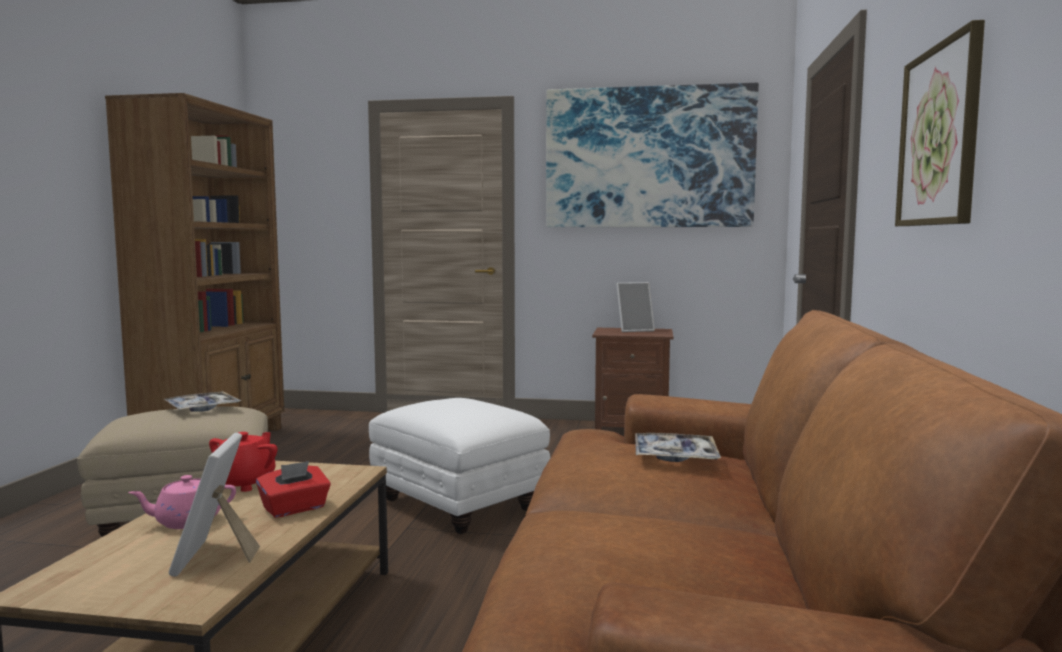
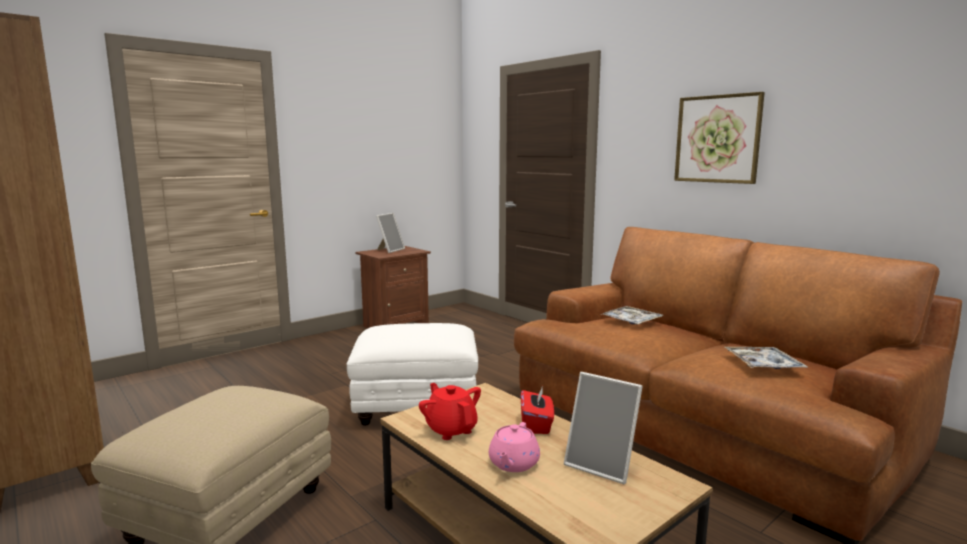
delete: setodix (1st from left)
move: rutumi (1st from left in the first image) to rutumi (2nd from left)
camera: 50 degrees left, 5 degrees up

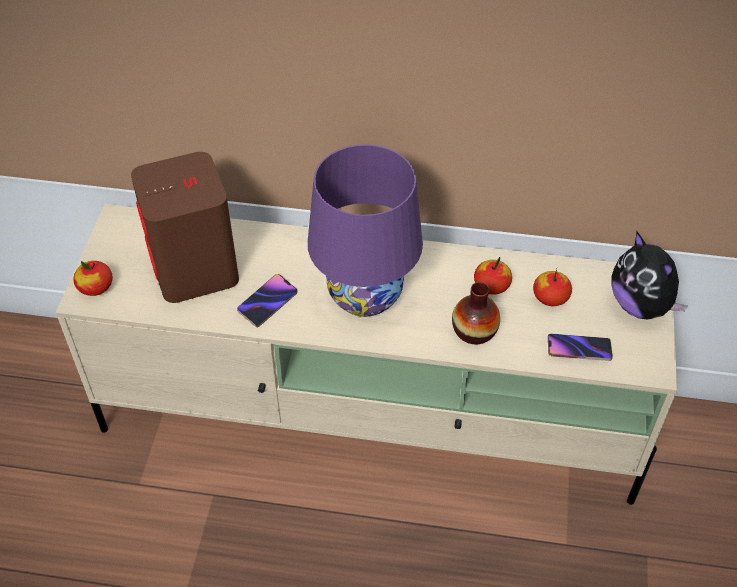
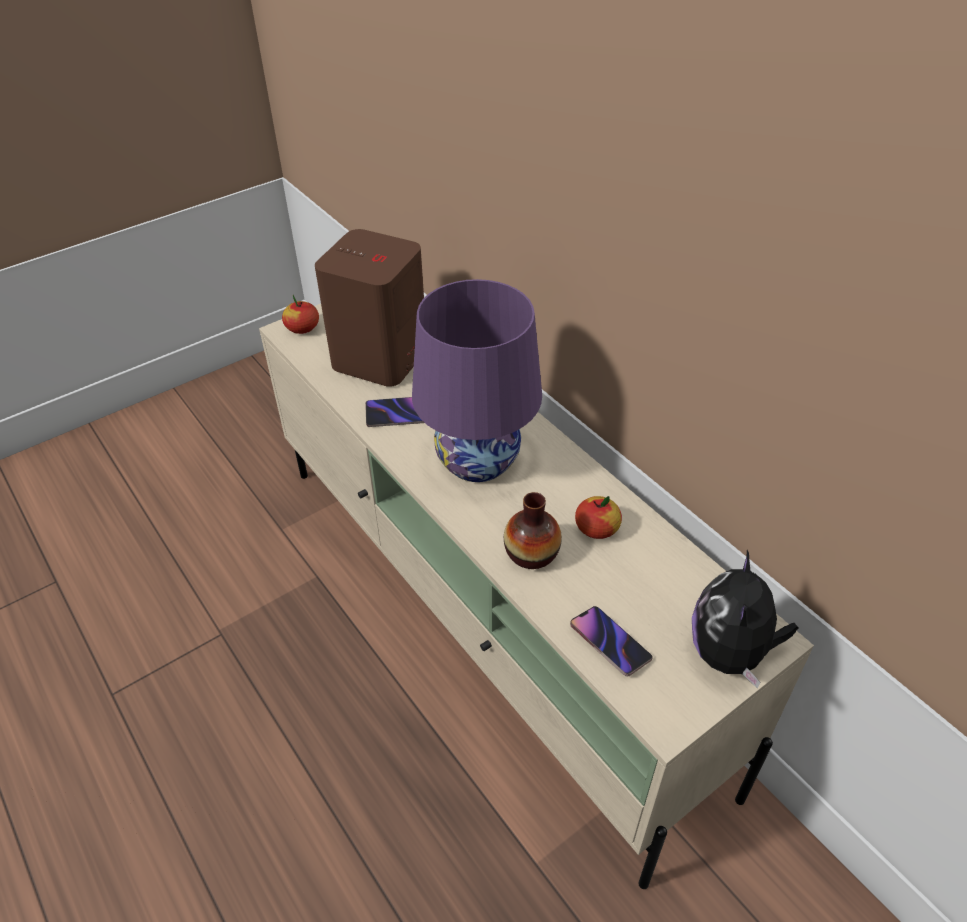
delete: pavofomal (3rd from left)
camera: 45 degrees right, 5 degrees down

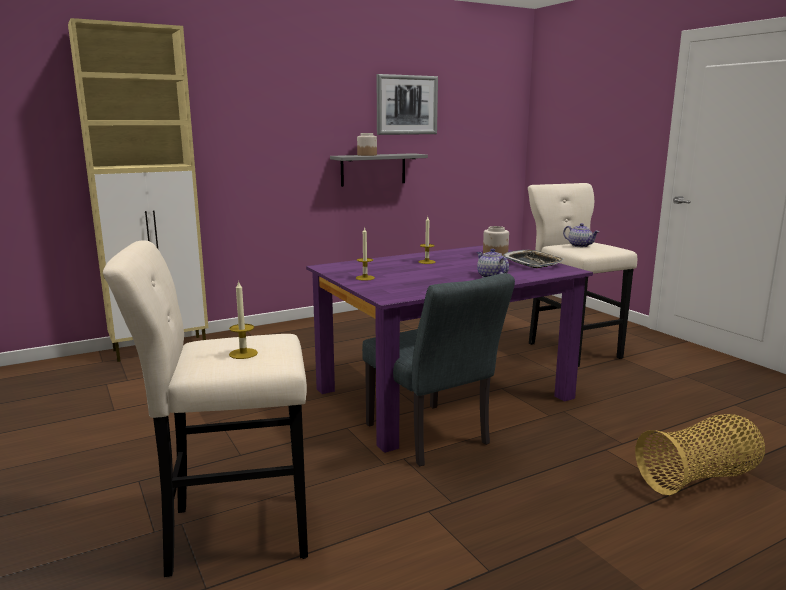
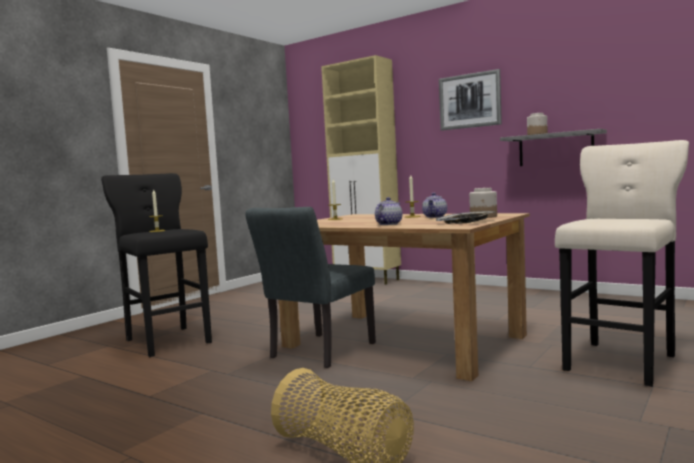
move: setodix; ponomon (2nd from left)
recolor: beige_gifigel (1st from left) to black_gifigel; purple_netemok to brown_netemok
camera: 65 degrees right, 10 degrees down

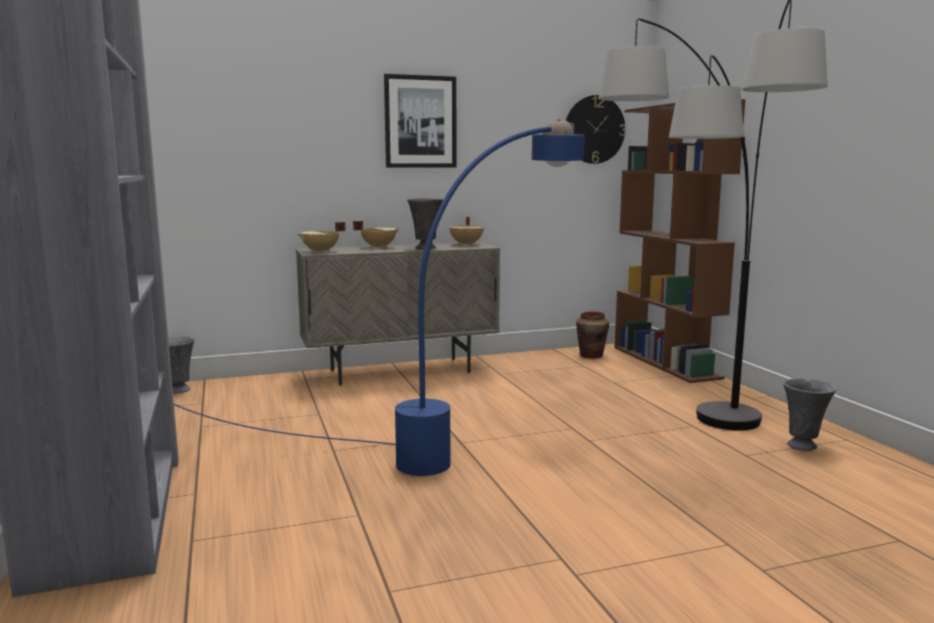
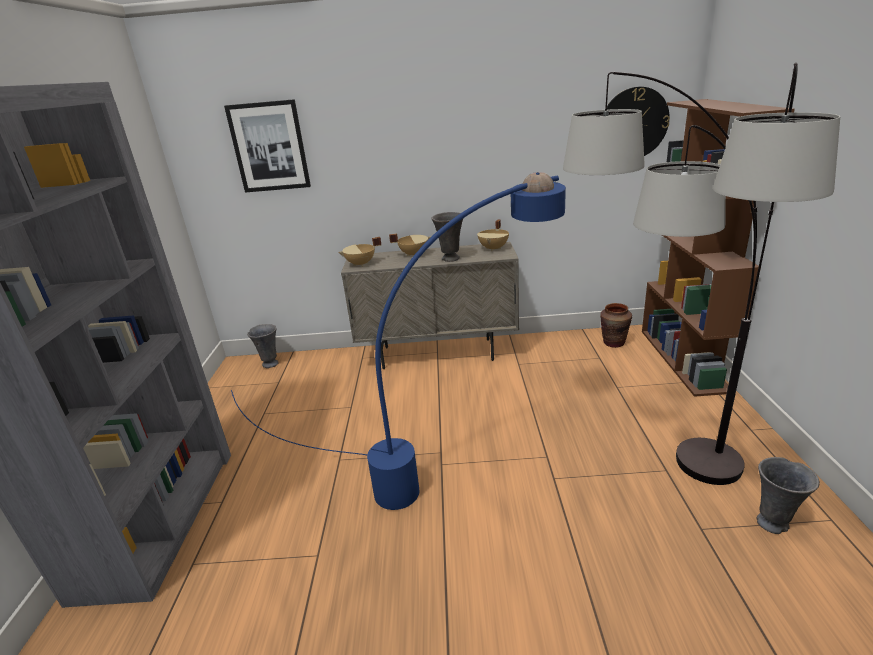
move: setodix
camera: 20 degrees right, 15 degrees up

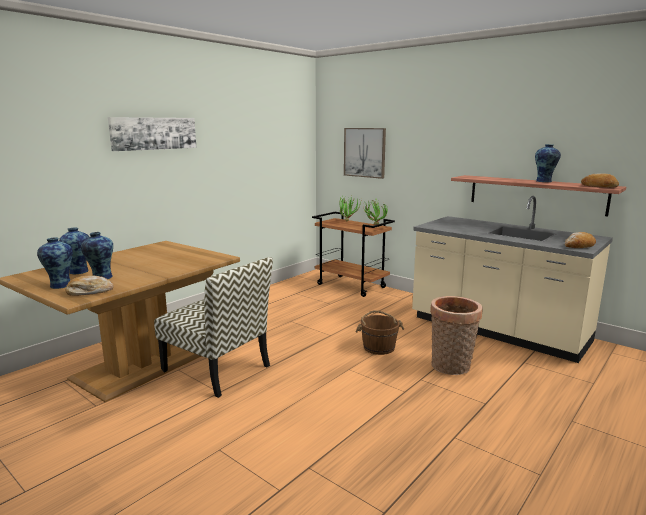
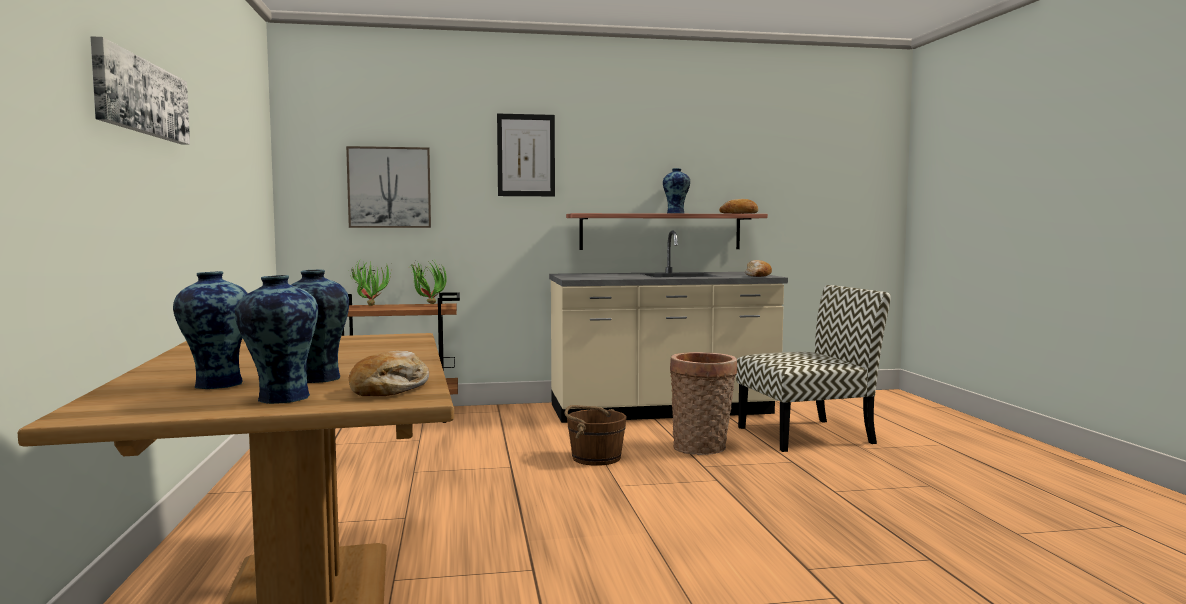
insert: setodix (3rd from left)
move: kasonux
camera: 50 degrees left, 10 degrees down

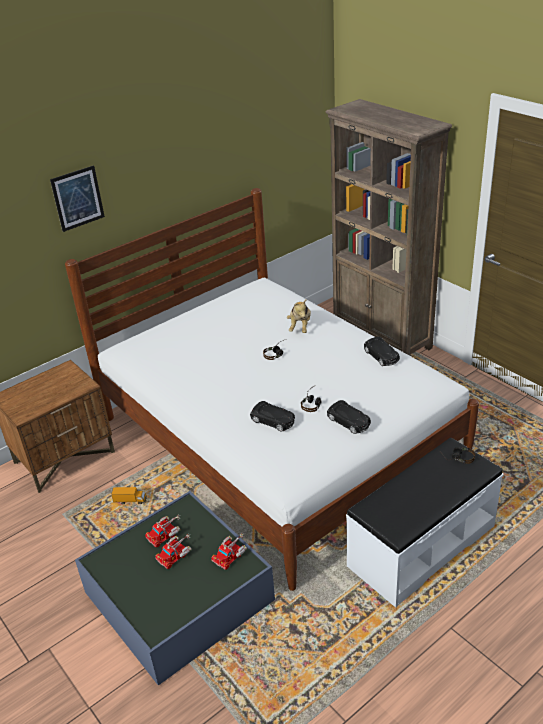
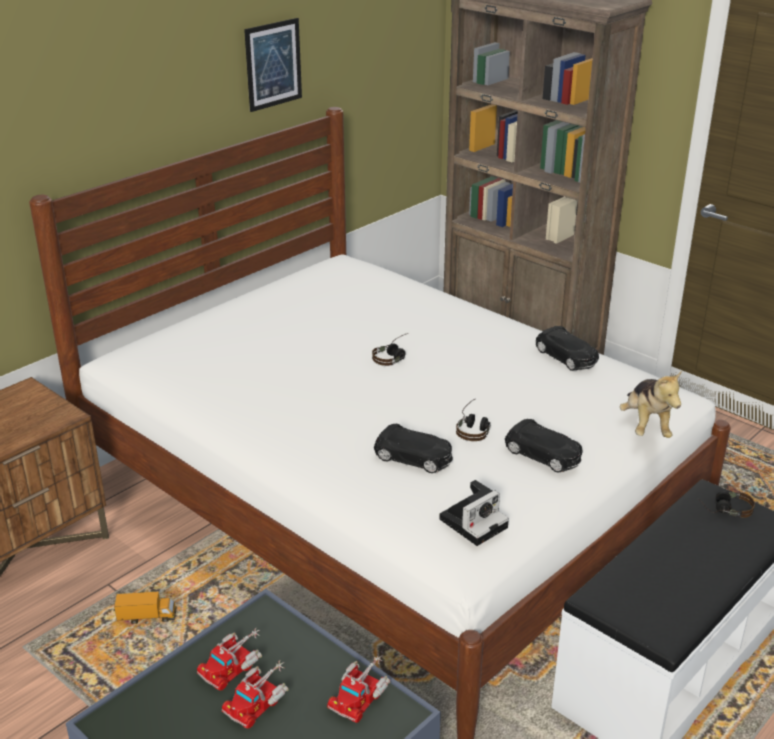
insert: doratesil
move: setodix; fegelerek
camera: 10 degrees left, 5 degrees down

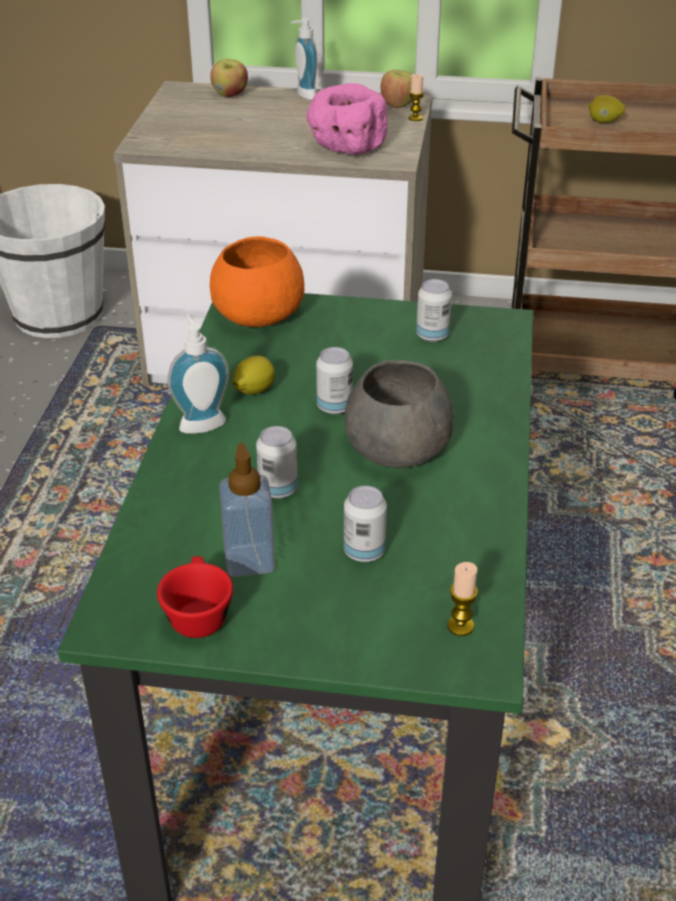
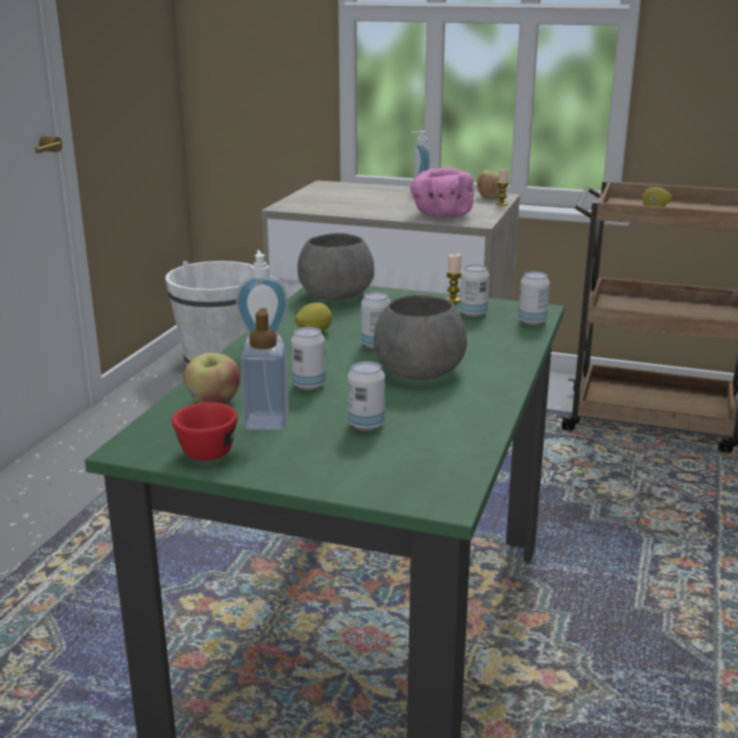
insert: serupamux (5th from left)
move: pavofomal (1st from left); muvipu (2nd from left in the first image) to muvipu (1st from left)
recolor: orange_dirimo to grey_dirimo (1st from left)
camera: 10 degrees right, 15 degrees down

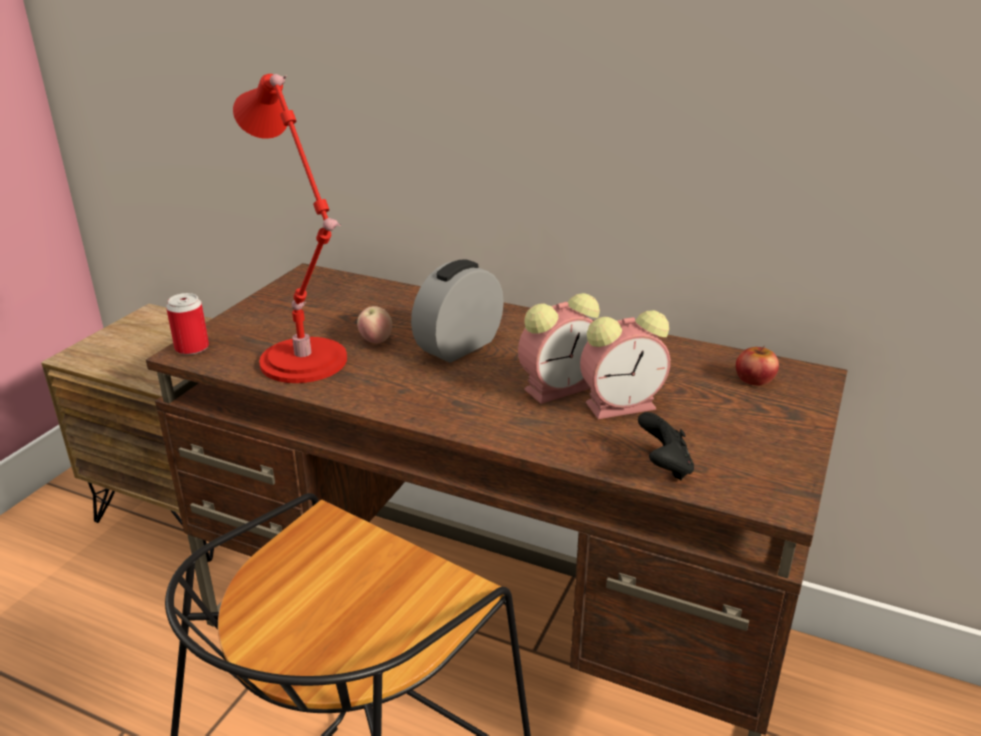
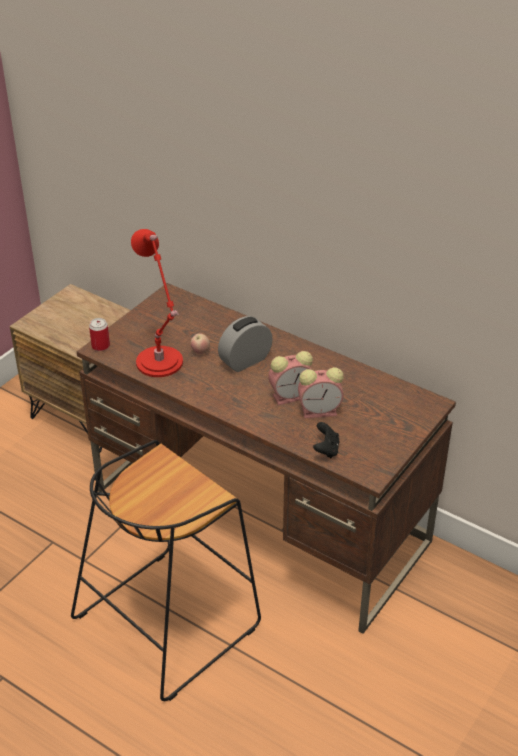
delete: pavofomal (2nd from left)
camera: 10 degrees right, 10 degrees up

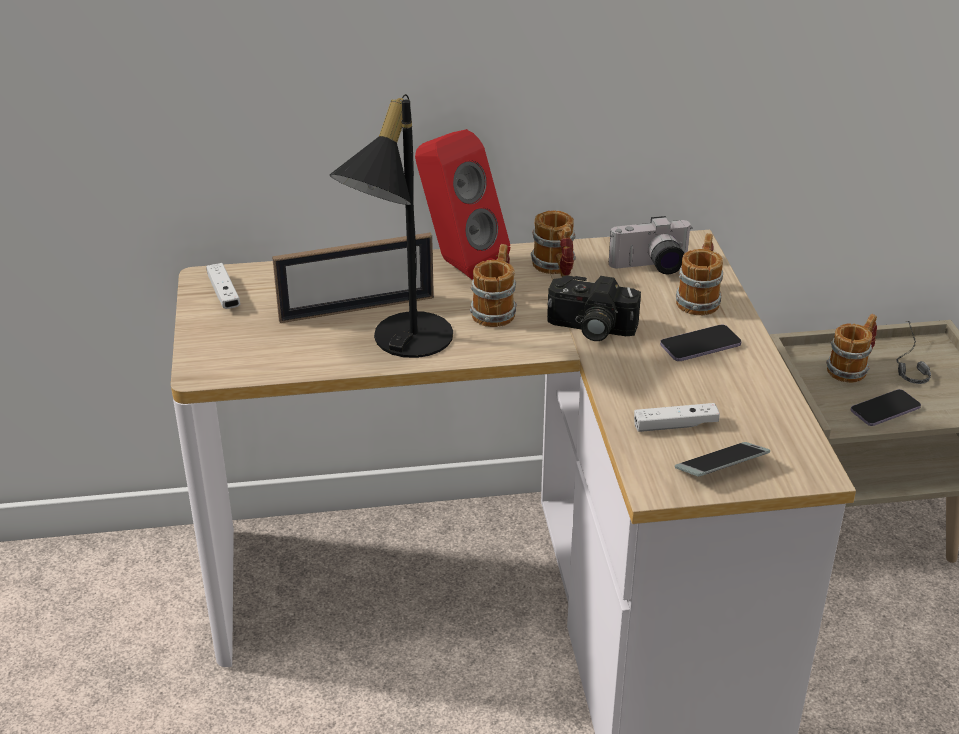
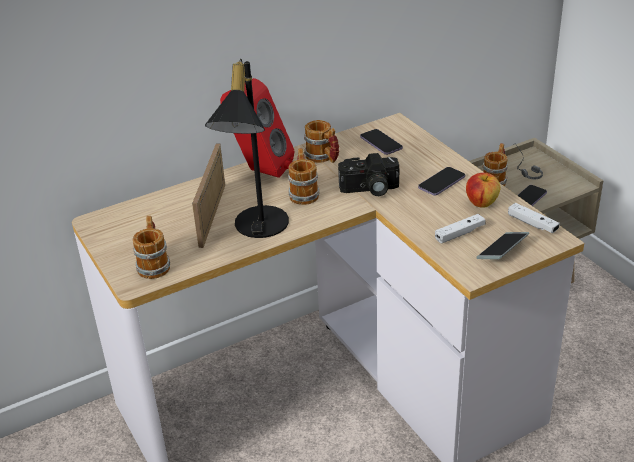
insert: pavofomal
move: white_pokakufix (1st from left in the first image) to white_pokakufix (2nd from left); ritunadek (3rd from left in the first image) to ritunadek (1st from left)
replace: doratesil (2nd from left) to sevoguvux (1st from left)
rotate: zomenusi 135 degrees clockwise
camera: 20 degrees left, 0 degrees up

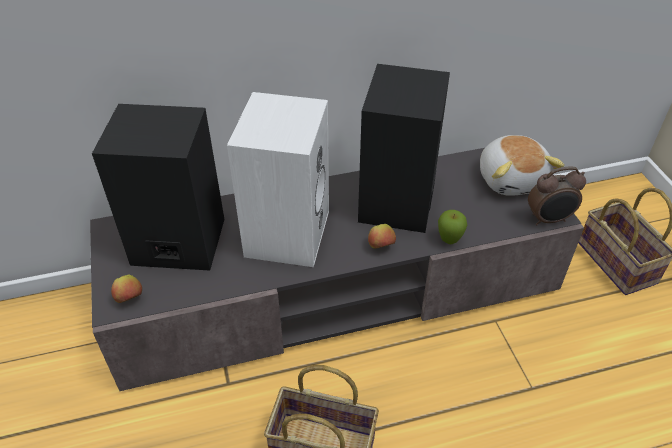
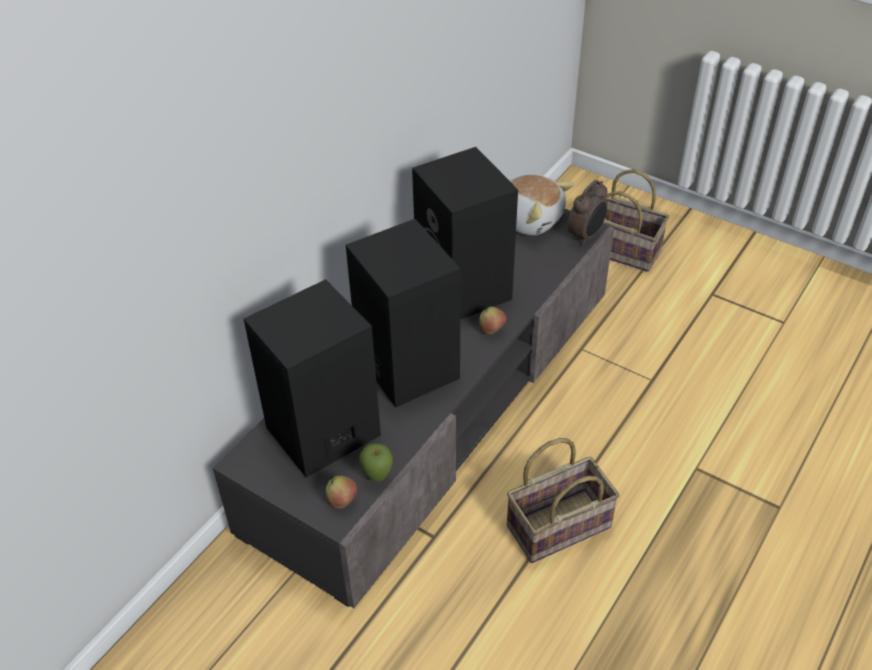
move: pavofomal (3rd from left in the first image) to pavofomal (2nd from left)
recolor: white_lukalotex to black_lukalotex (2nd from left)
camera: 40 degrees left, 0 degrees up

